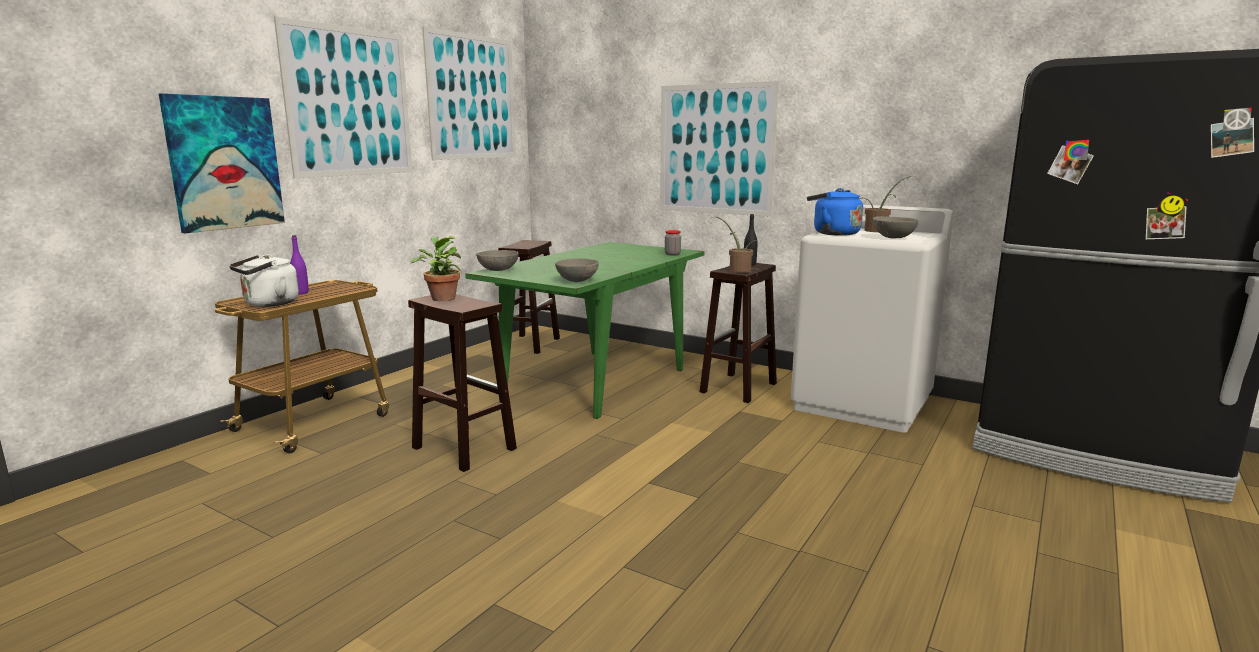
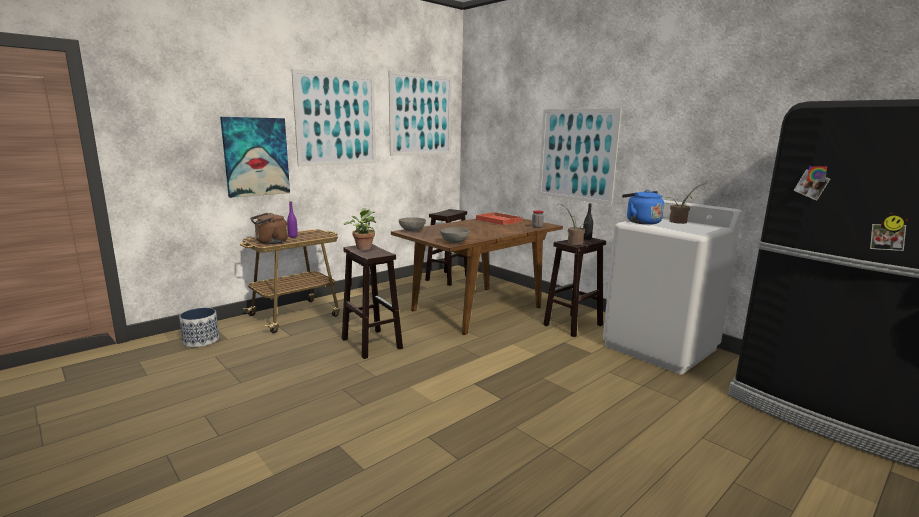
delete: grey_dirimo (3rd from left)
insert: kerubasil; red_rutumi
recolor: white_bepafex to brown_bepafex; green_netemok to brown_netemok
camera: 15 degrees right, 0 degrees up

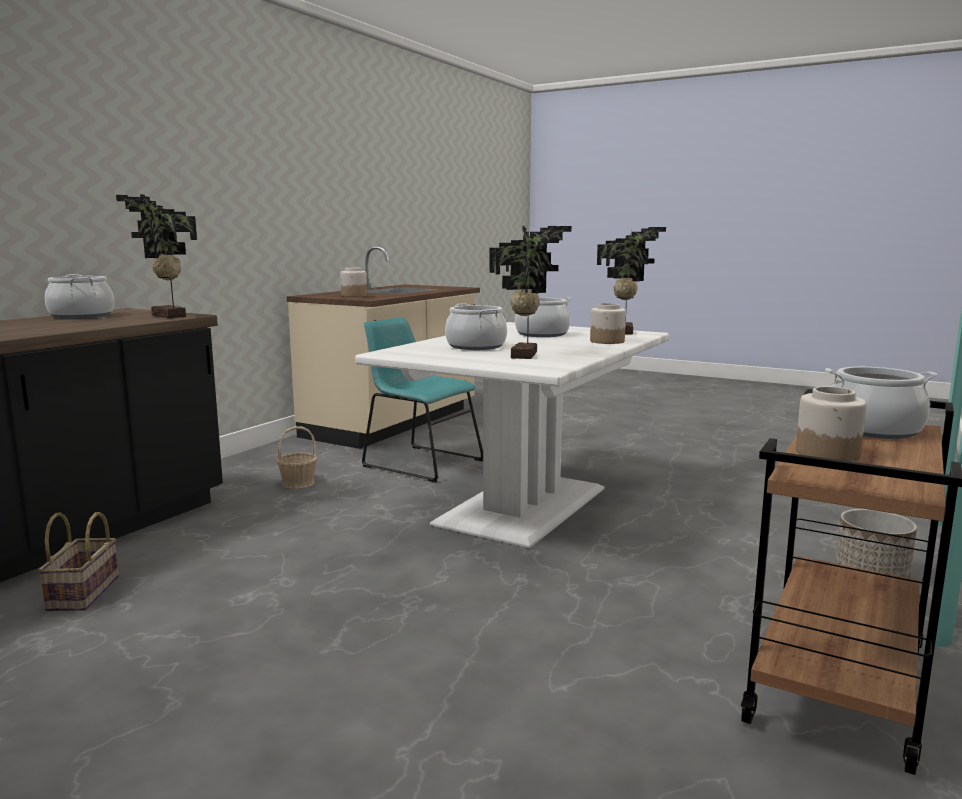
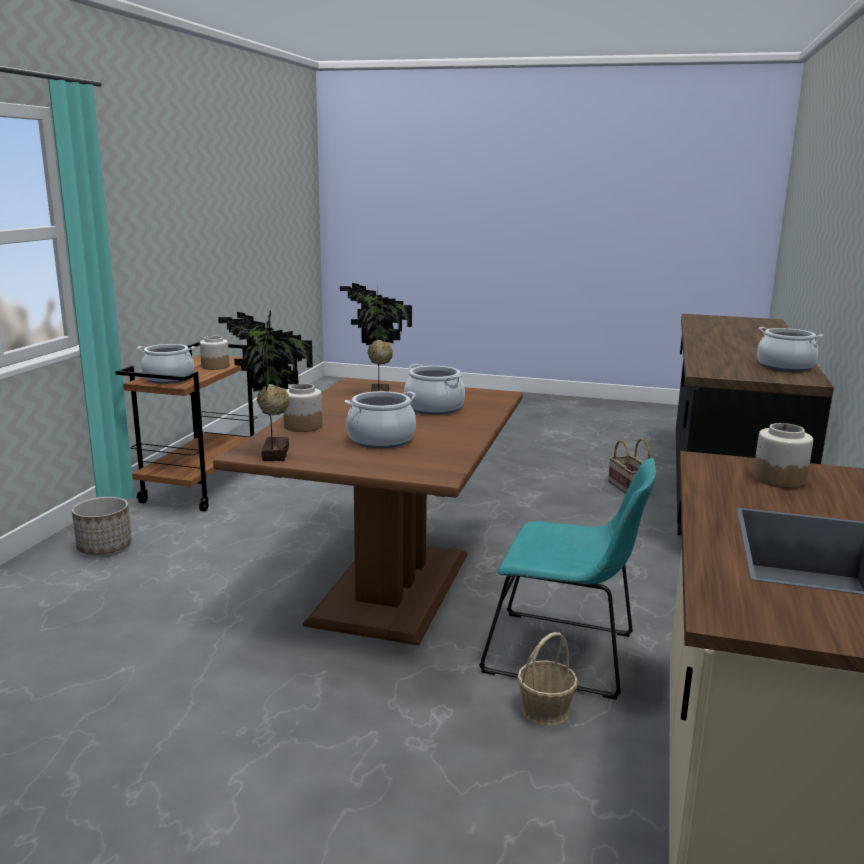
delete: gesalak (1st from left)
move: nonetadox (2nd from left in the first image) to nonetadox (1st from left)
recolor: white_netemok to brown_netemok
camera: 165 degrees right, 5 degrees up

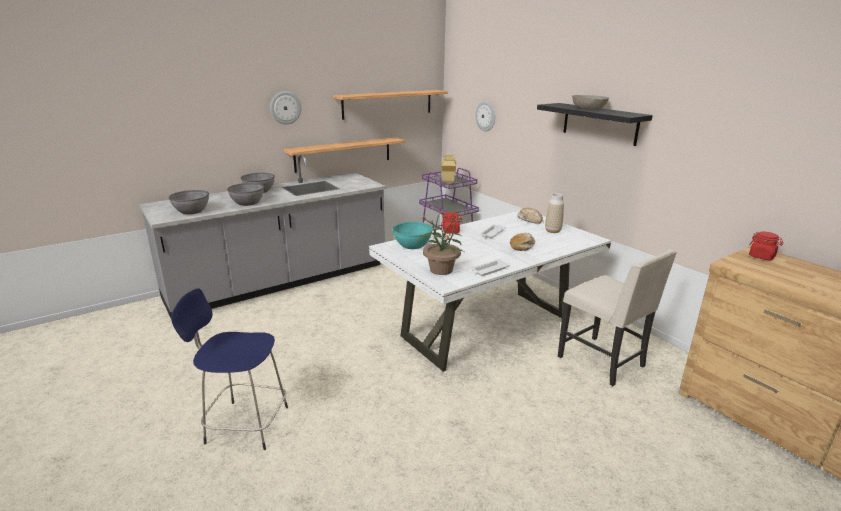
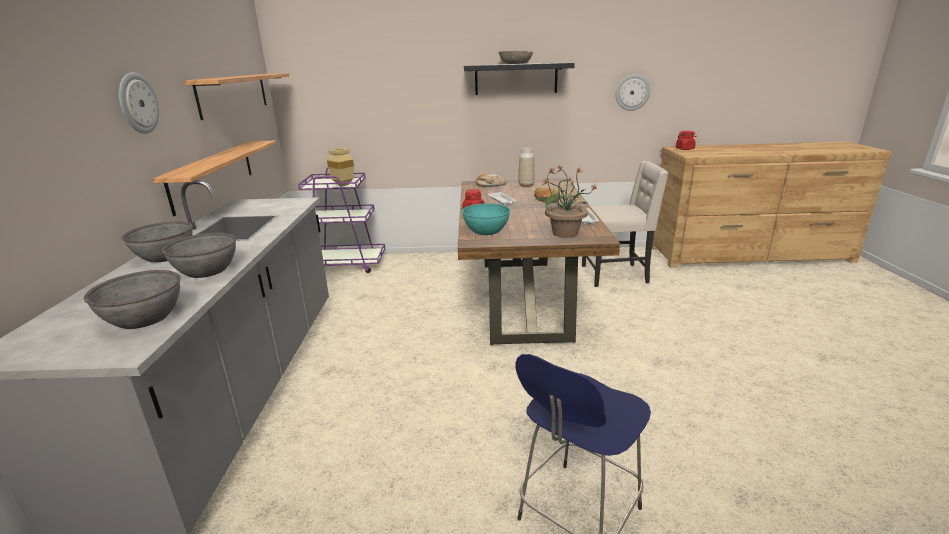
move: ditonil (2nd from left)
recolor: white_netemok to brown_netemok
camera: 55 degrees left, 0 degrees up

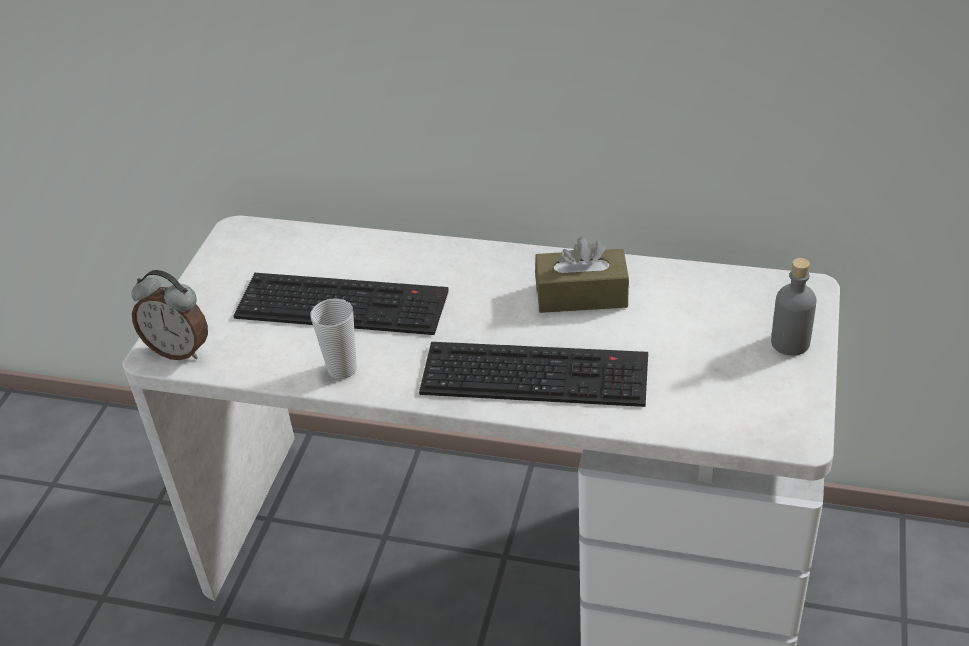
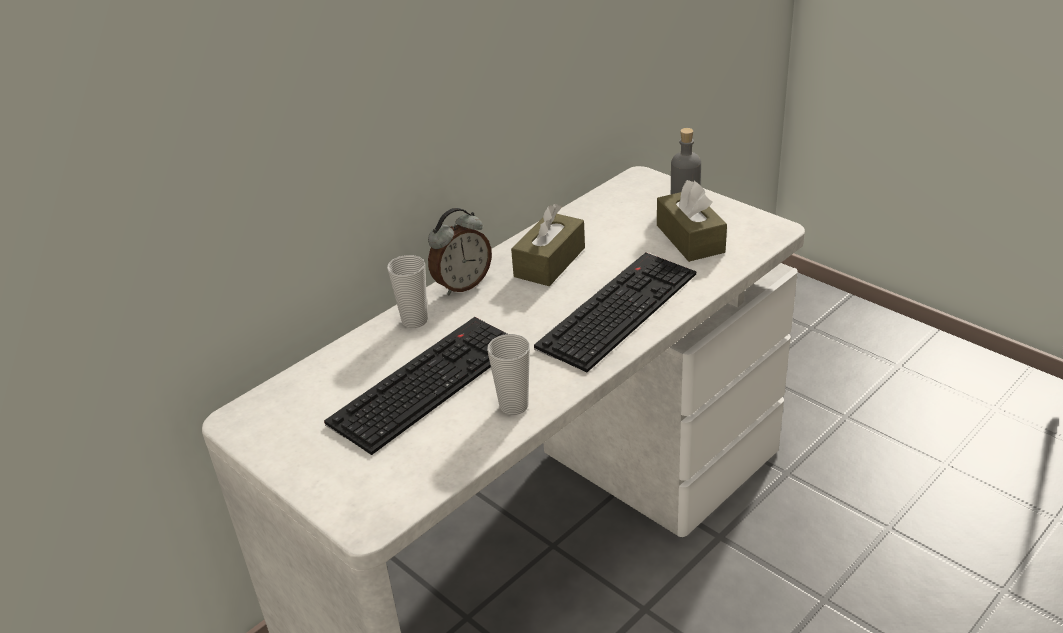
insert: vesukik (1st from left); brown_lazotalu (2nd from left)
move: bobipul
camera: 60 degrees left, 5 degrees down

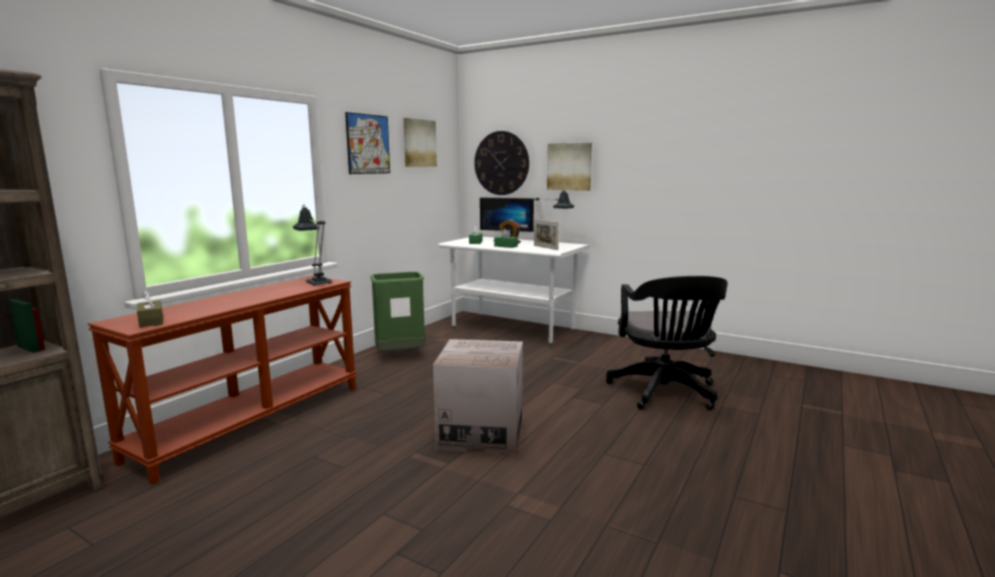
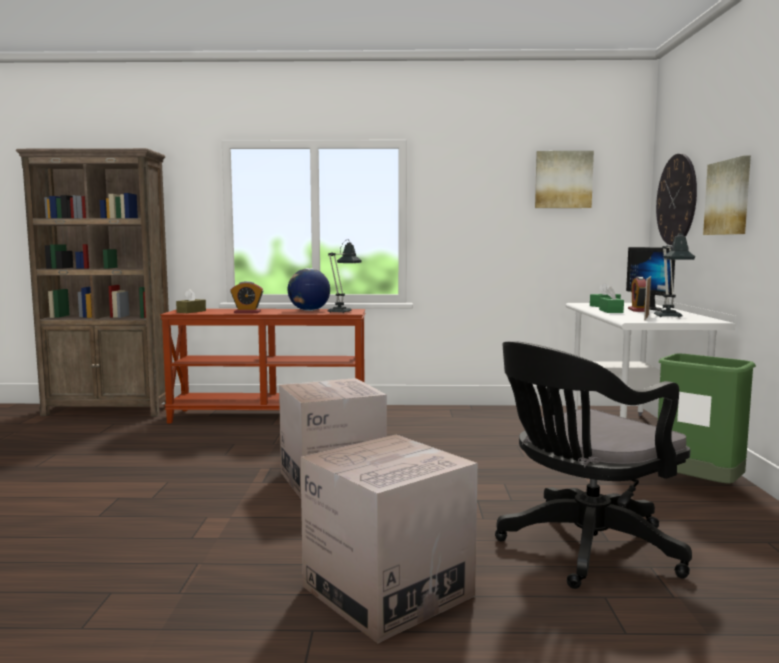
delete: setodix (1st from left)
insert: bobipul (1st from left); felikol; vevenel (2nd from left)
move: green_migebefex
camera: 60 degrees right, 5 degrees down

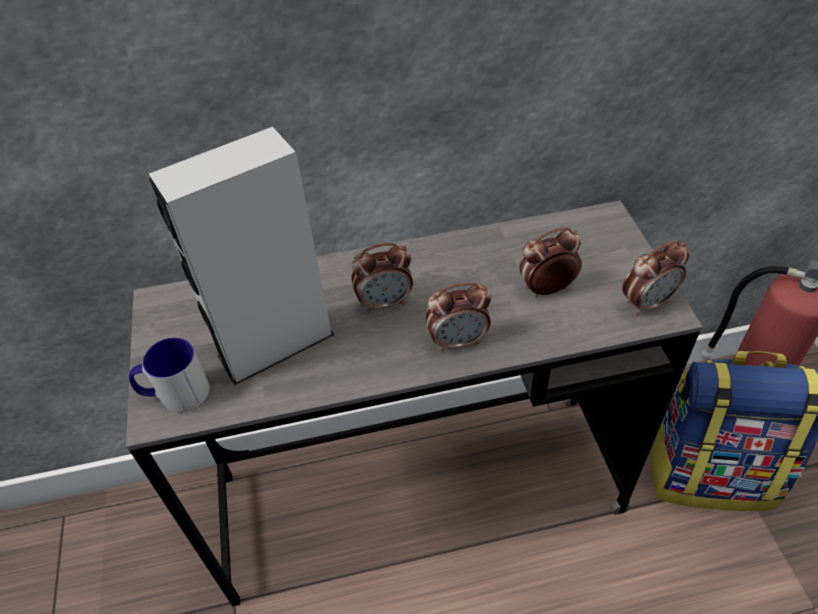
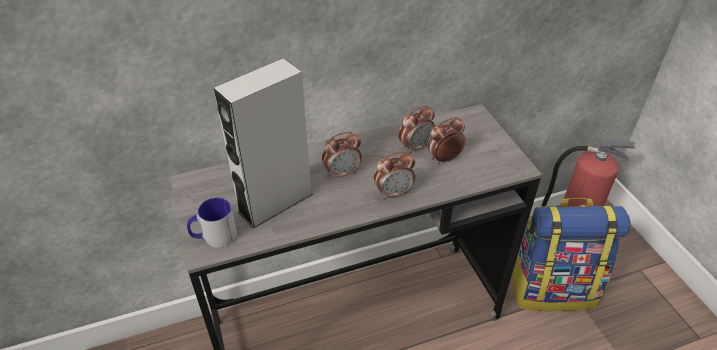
move: bobipul (4th from left in the first image) to bobipul (3rd from left)
camera: 10 degrees left, 5 degrees down

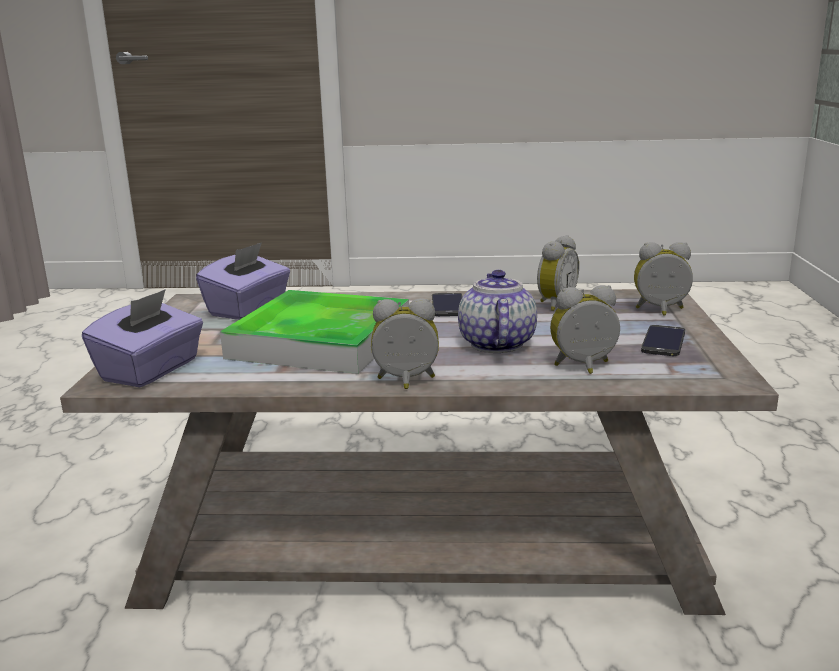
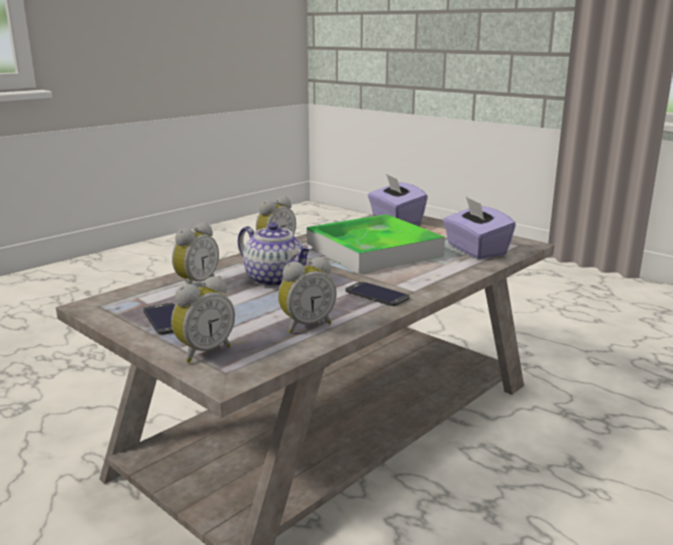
rotate: bobipul (2nd from left in the first image) 105 degrees counterclockwise
camera: 130 degrees right, 0 degrees up

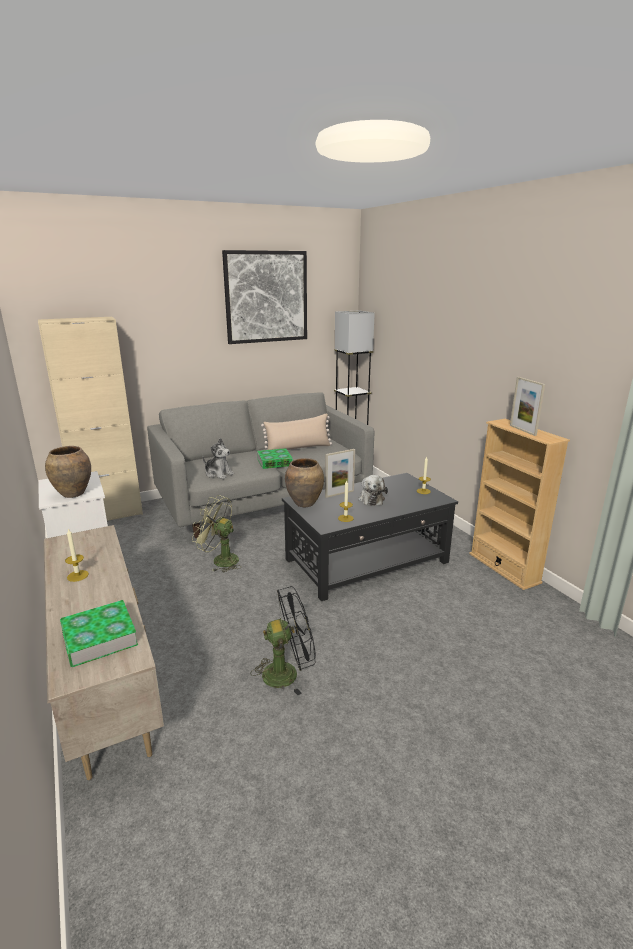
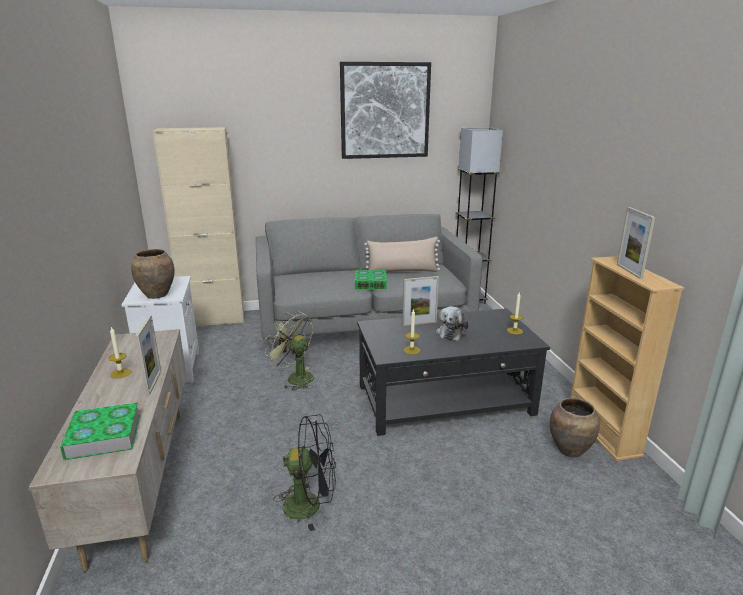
delete: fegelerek (1st from left)
insert: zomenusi (1st from left)
move: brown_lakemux (2nd from left)
camera: 15 degrees right, 0 degrees up

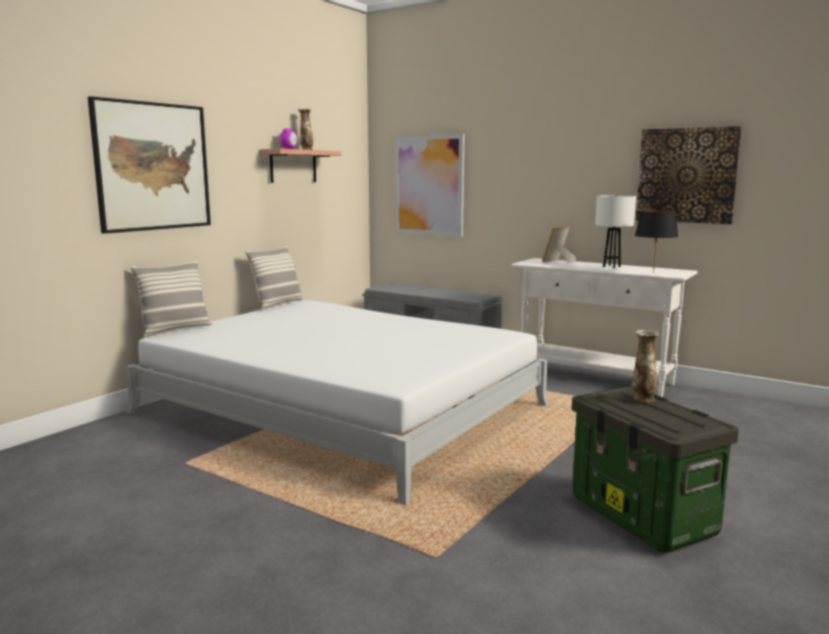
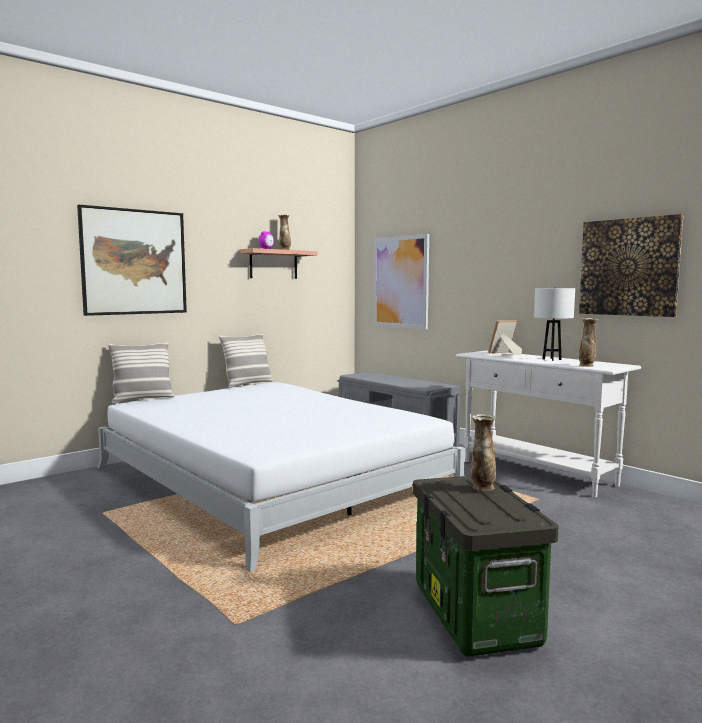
replace: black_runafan to lakemux (3rd from left)
camera: 15 degrees right, 5 degrees down

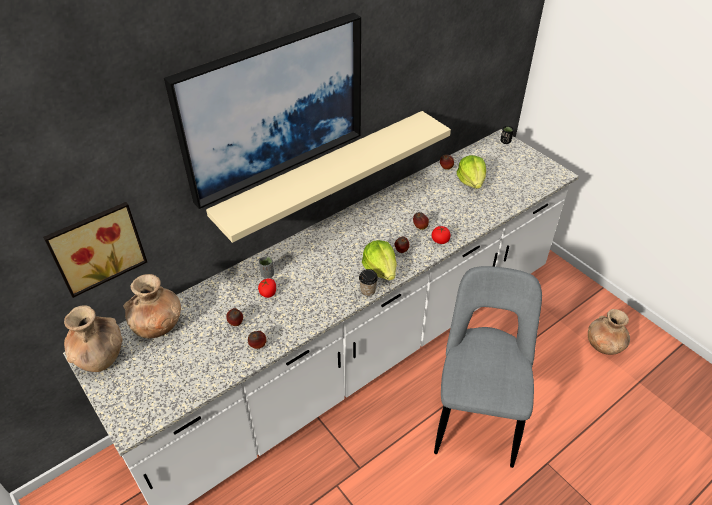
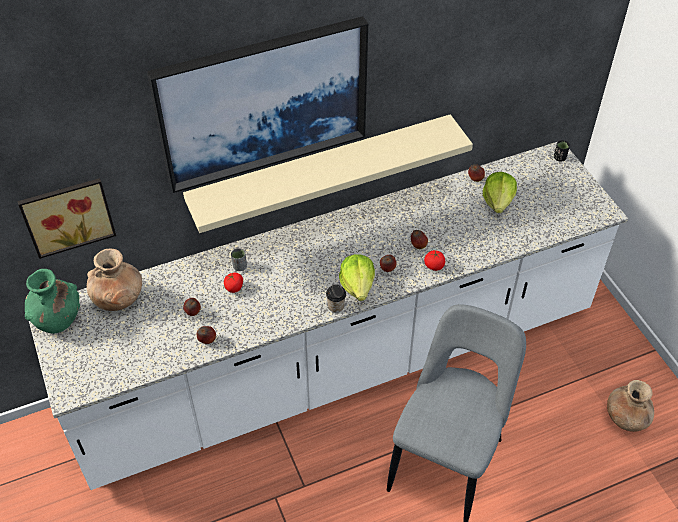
recolor: brown_lakemux (1st from left) to green_lakemux
camera: 15 degrees right, 5 degrees up

